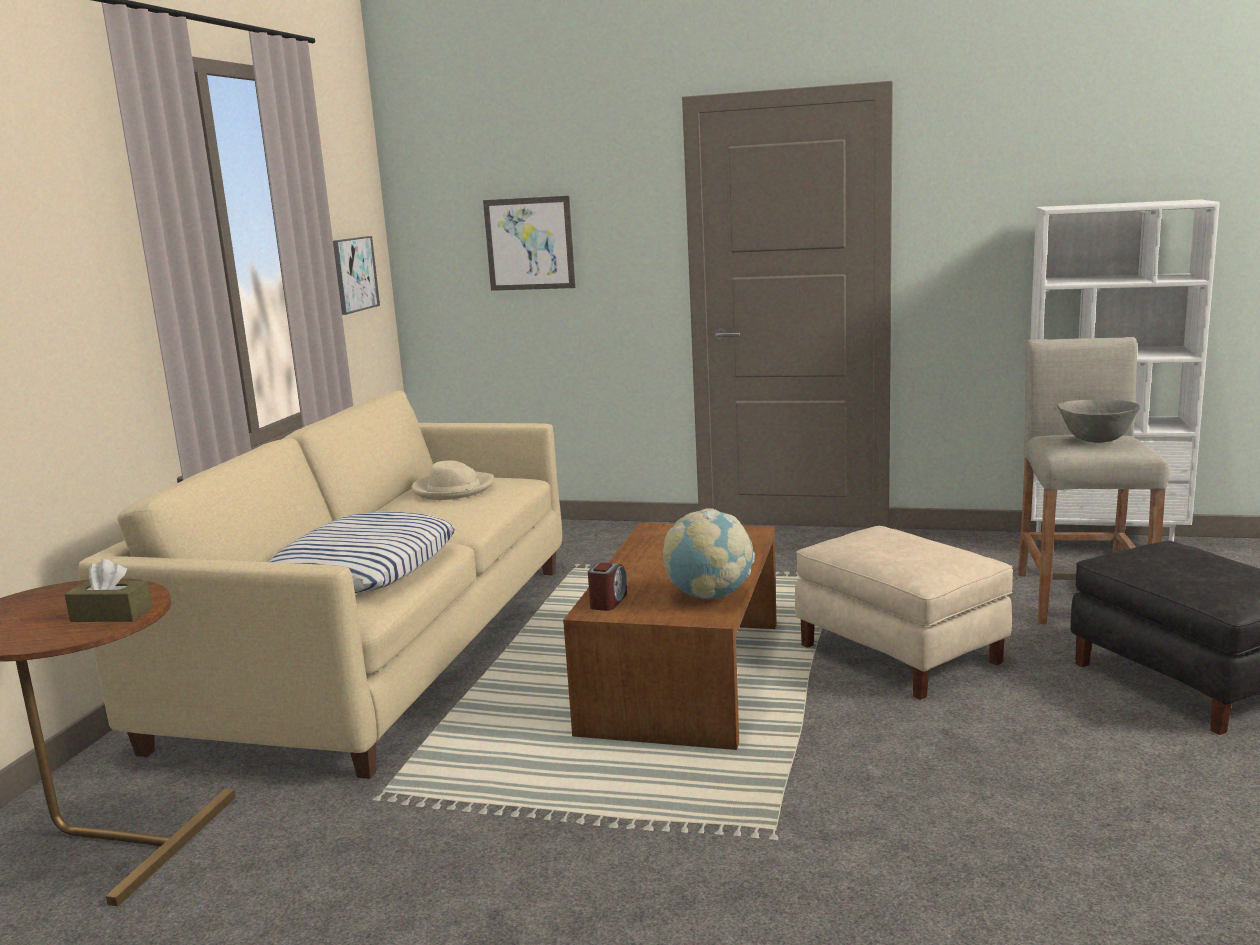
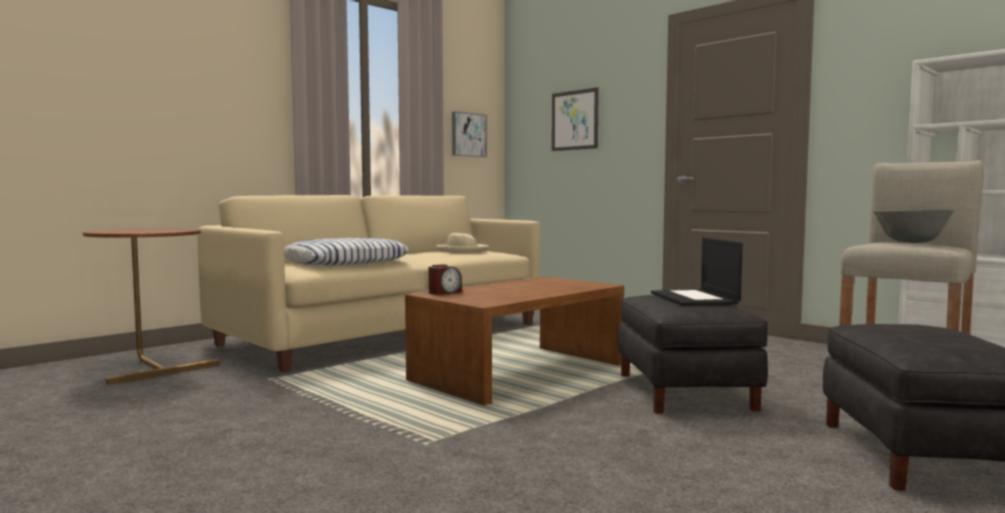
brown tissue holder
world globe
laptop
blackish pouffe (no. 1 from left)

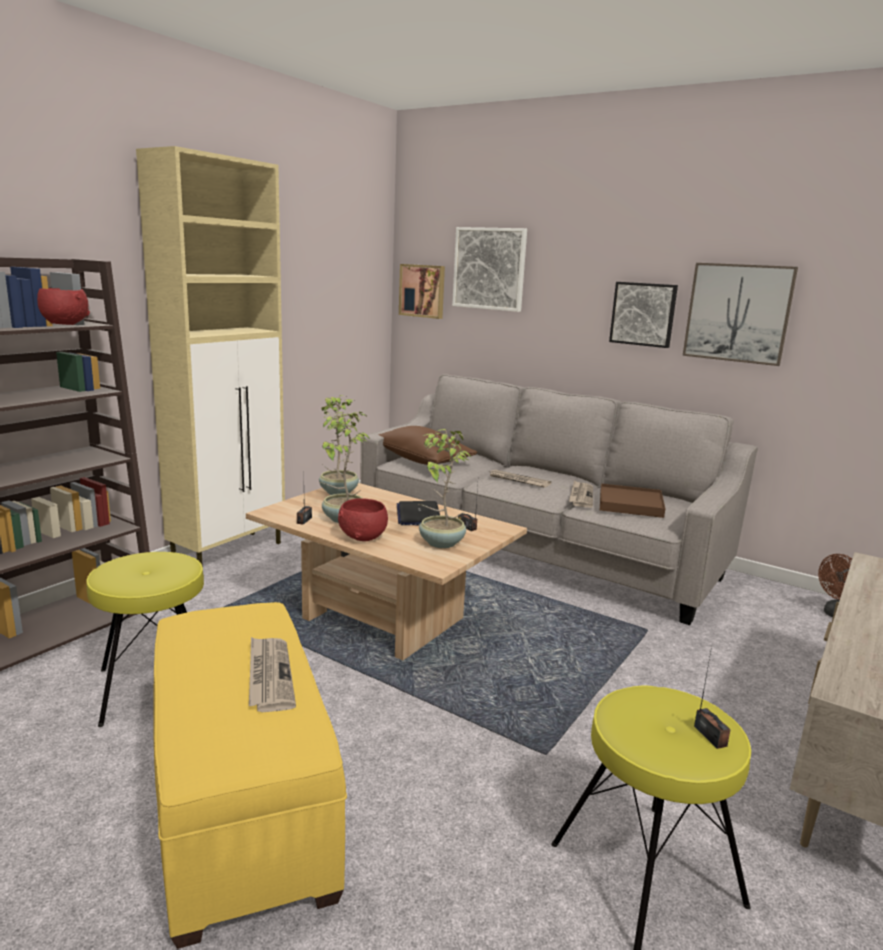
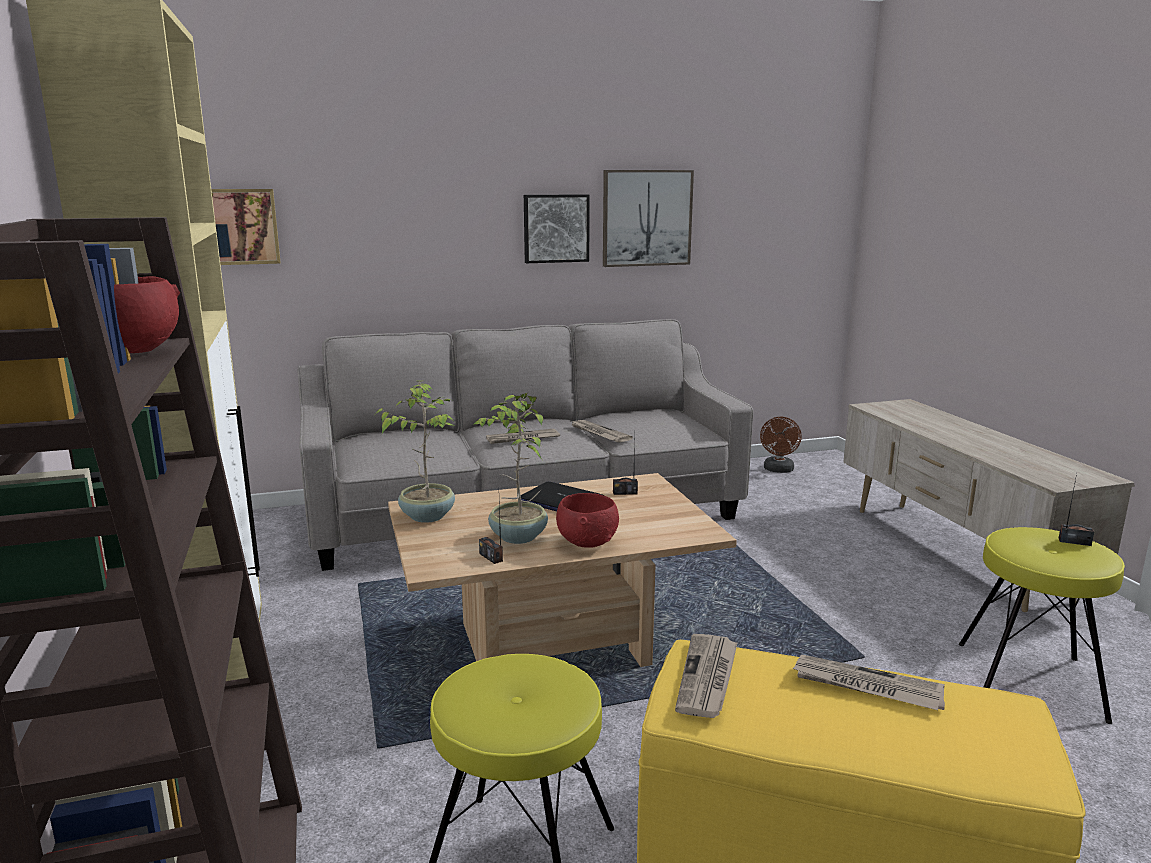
brown pillow
potted plant (no. 3 from left in the first image)
picture (no. 2 from left in the first image)
brown carrying tray
newspaper (no. 3 from left)

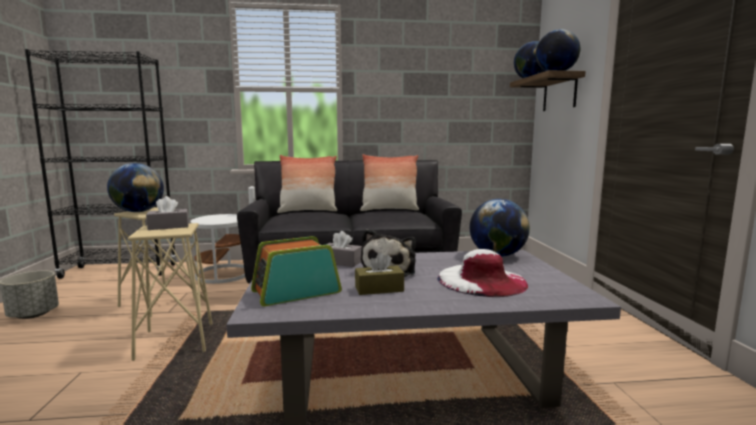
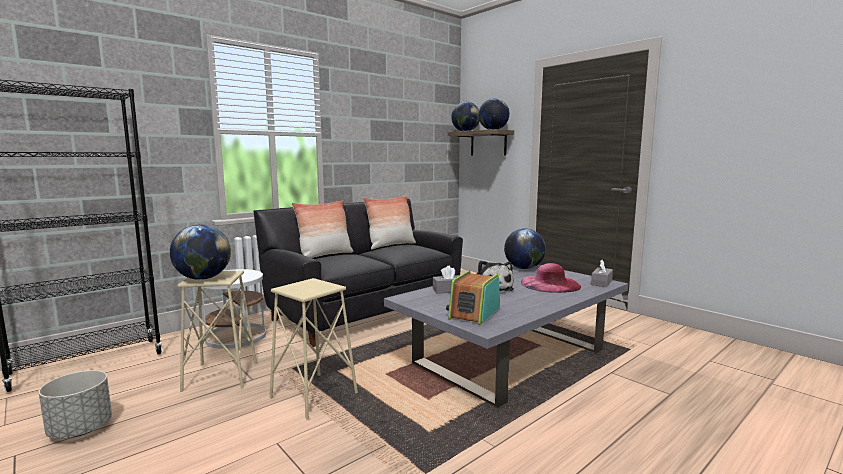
brown tissue holder
greyish tissue holder (no. 2 from left)
pinkish clothing hat

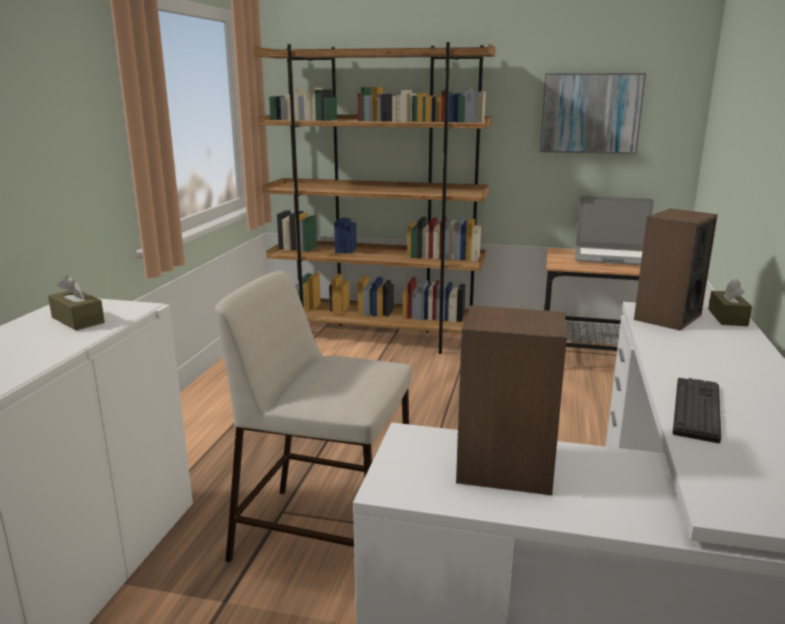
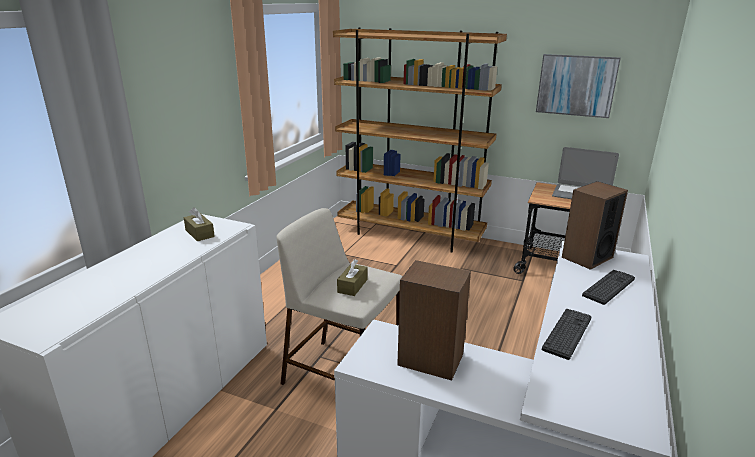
computer keyboard (no. 2 from left)
brown tissue holder (no. 2 from left)

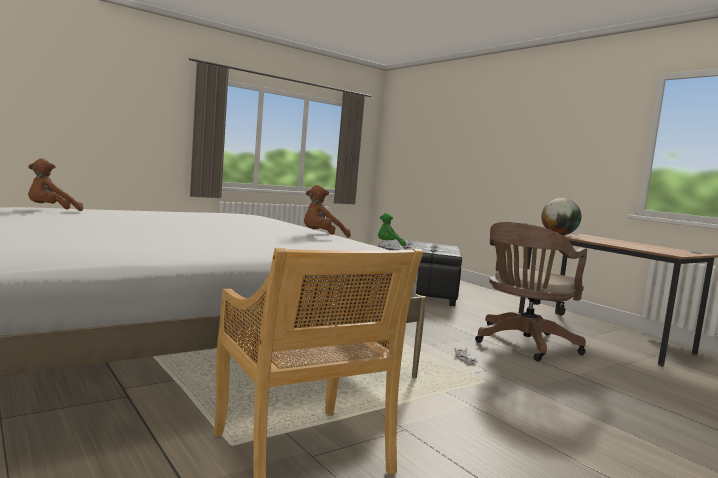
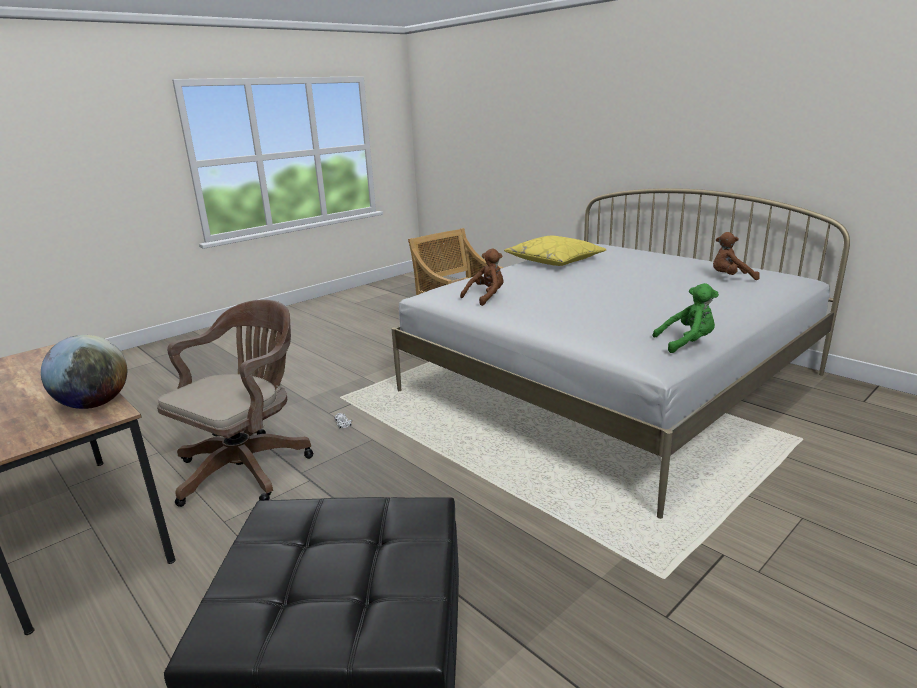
yellow-coloured pillow
greenish plush toy
brown plush toy (no. 2 from left)

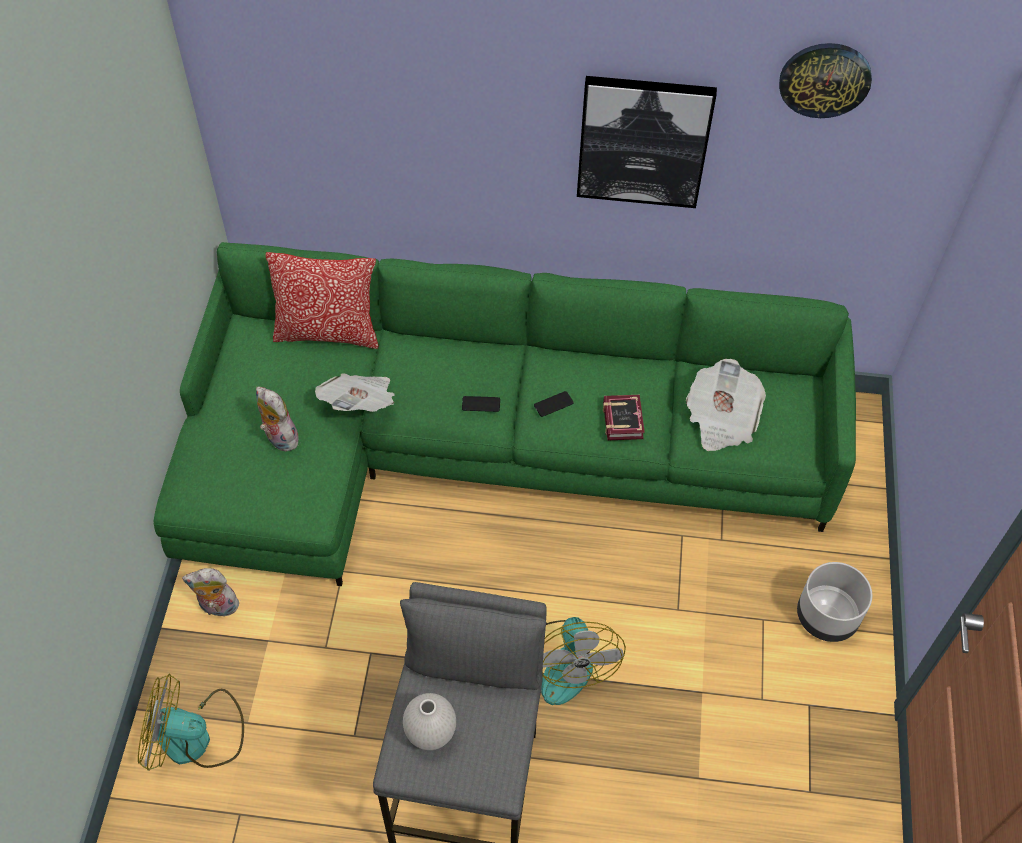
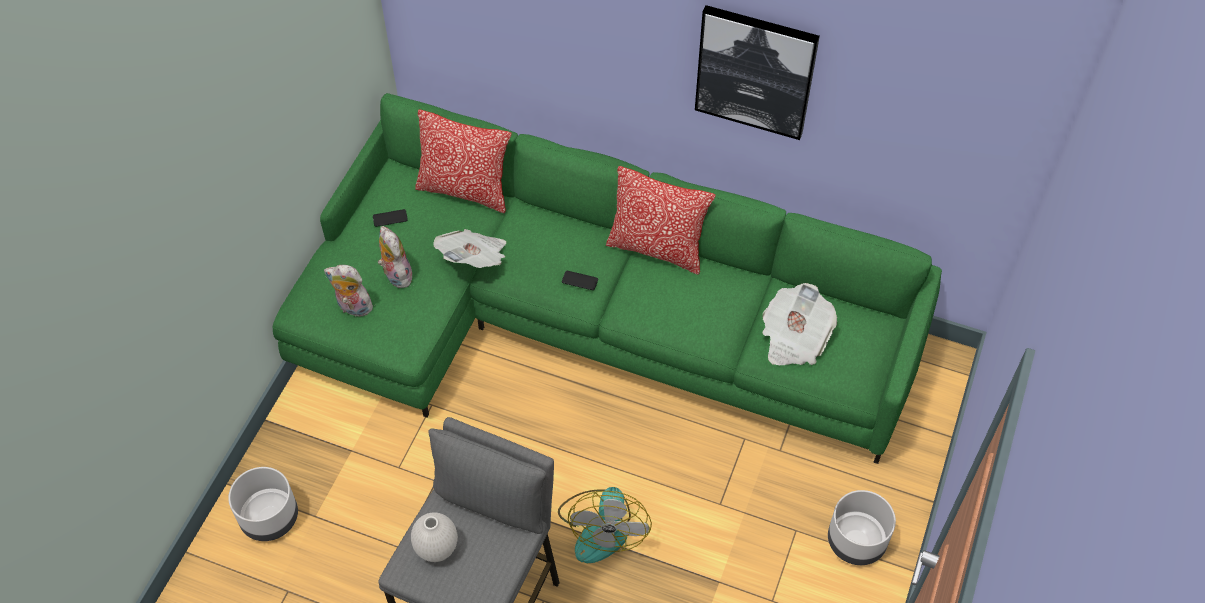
book
wall clock
pillow (no. 2 from left)
plush toy (no. 1 from left)
telephone (no. 1 from left)
greyish planter (no. 1 from left)

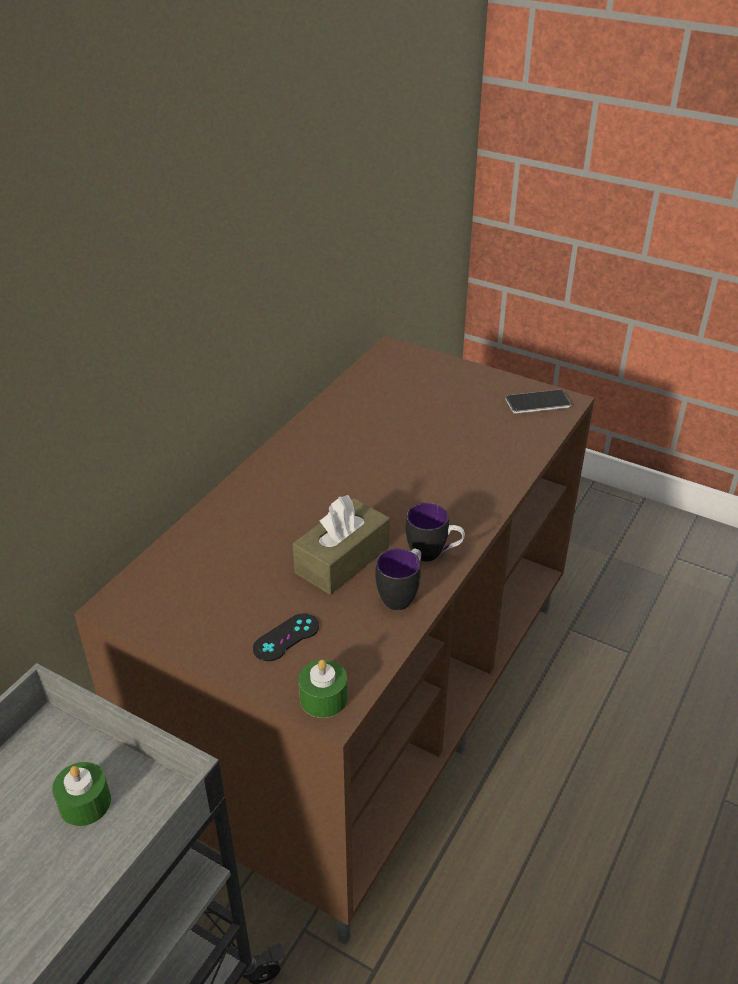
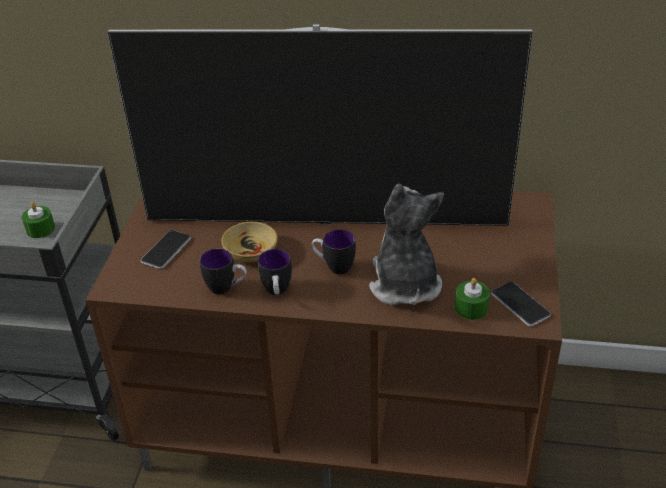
television
tea mug (no. 3 from left)
plush toy
greenish wax candle (no. 2 from left)
telephone (no. 1 from left)
beige serving bowl

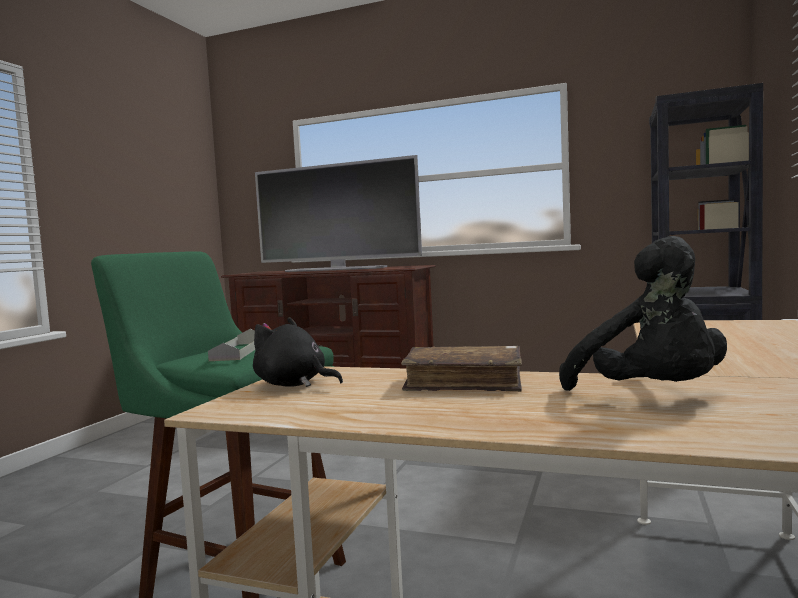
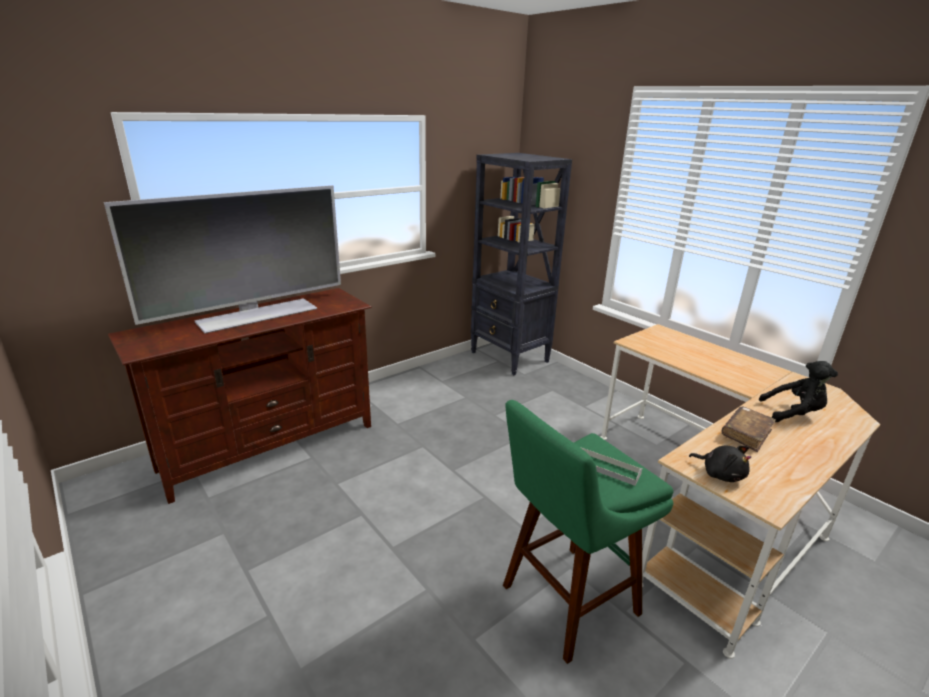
blackish plush toy (no. 1 from left)

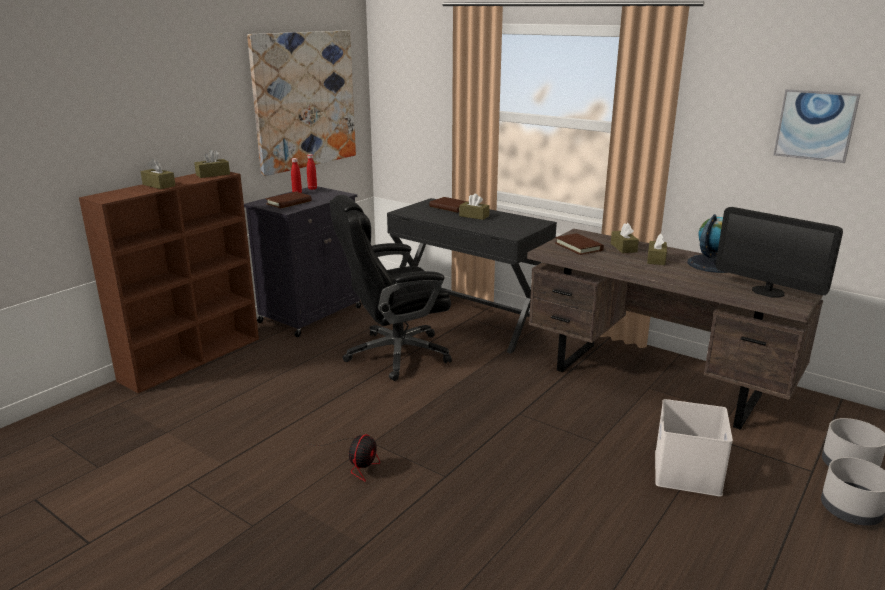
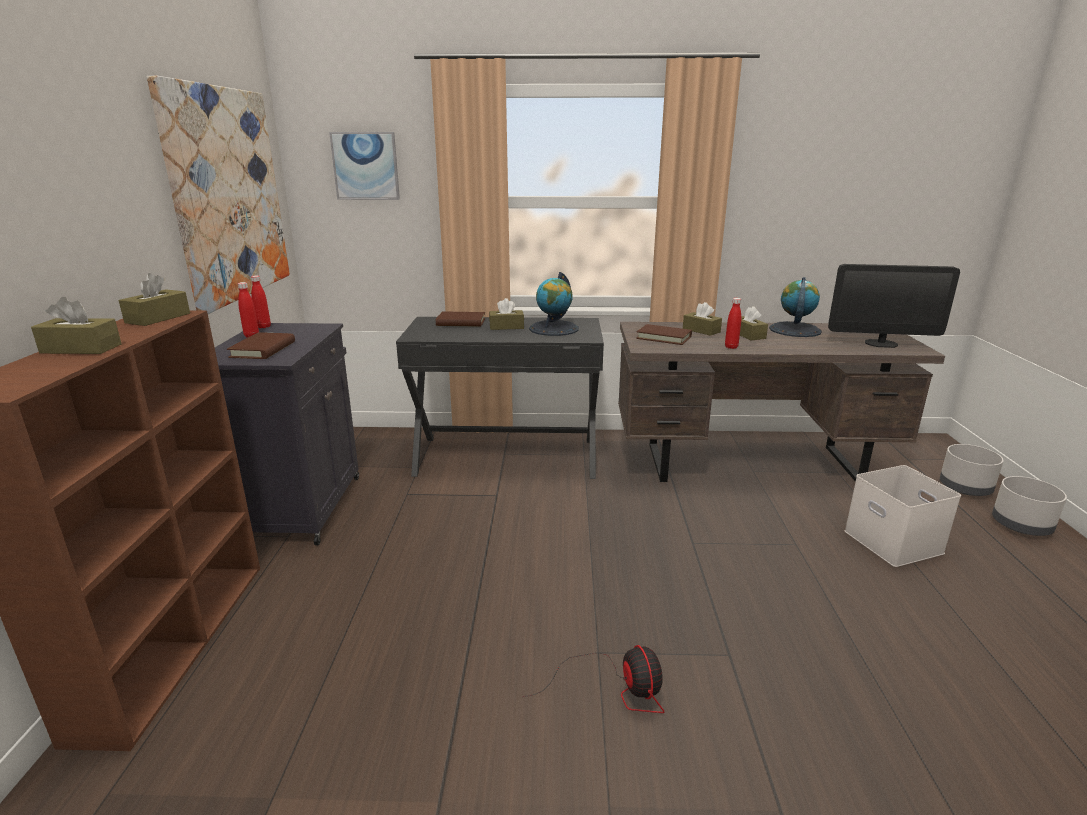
blackish computer chair
world globe (no. 1 from left)
reddish beverage bottle (no. 3 from left)
picture (no. 2 from left)

